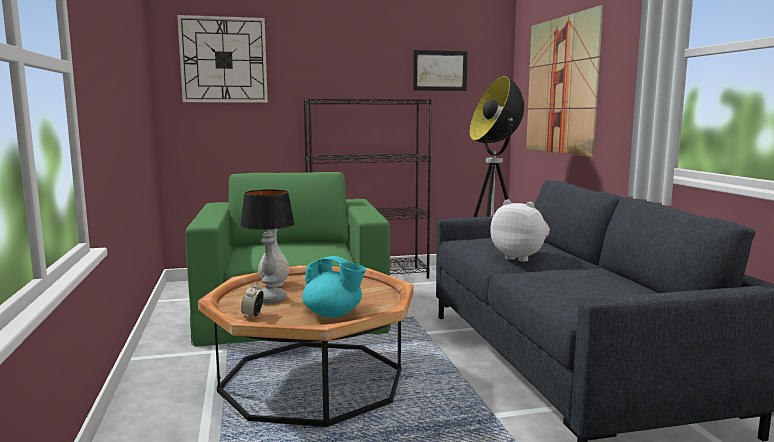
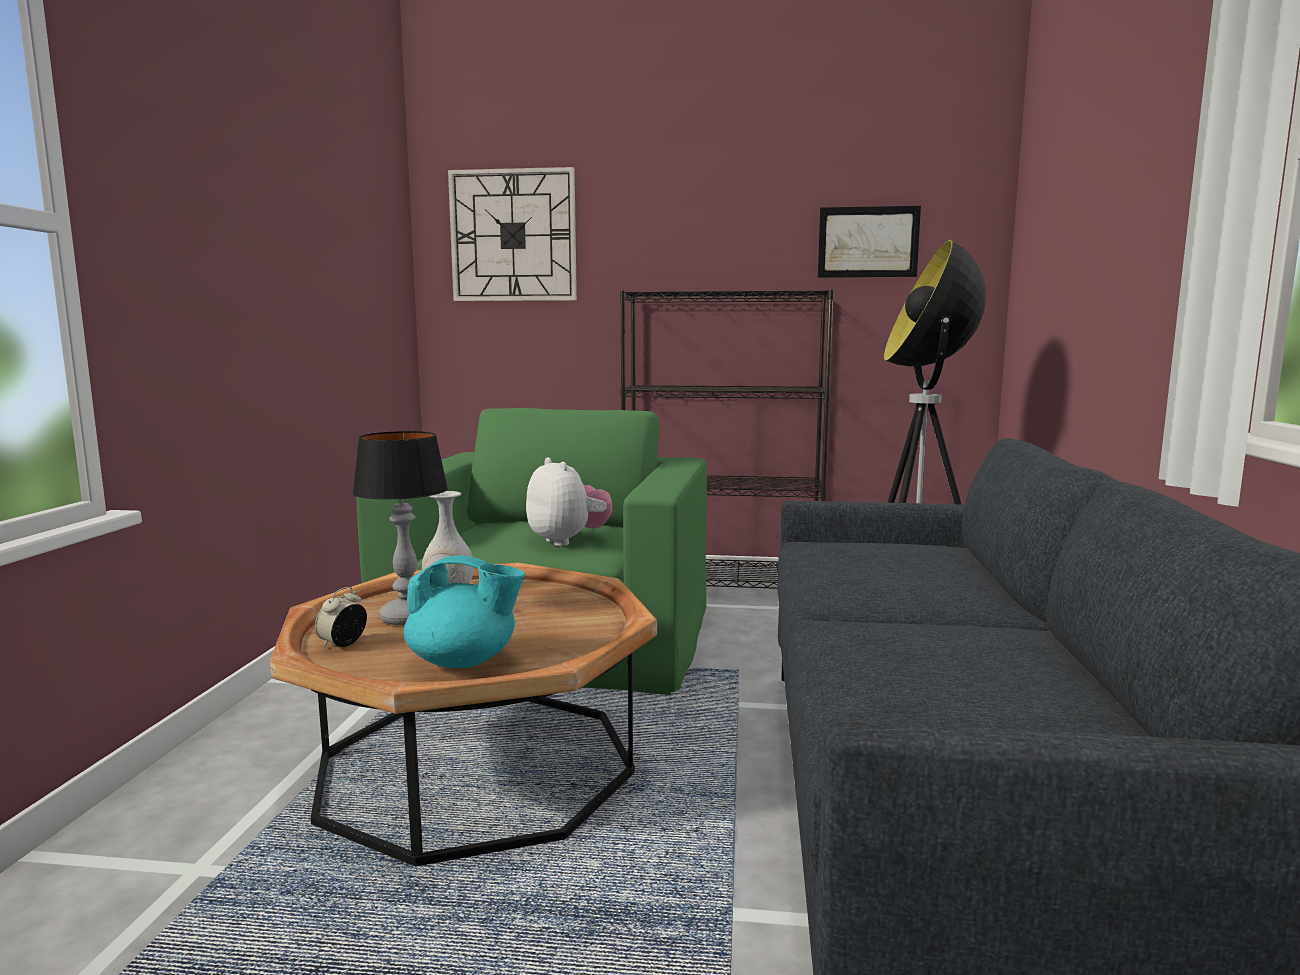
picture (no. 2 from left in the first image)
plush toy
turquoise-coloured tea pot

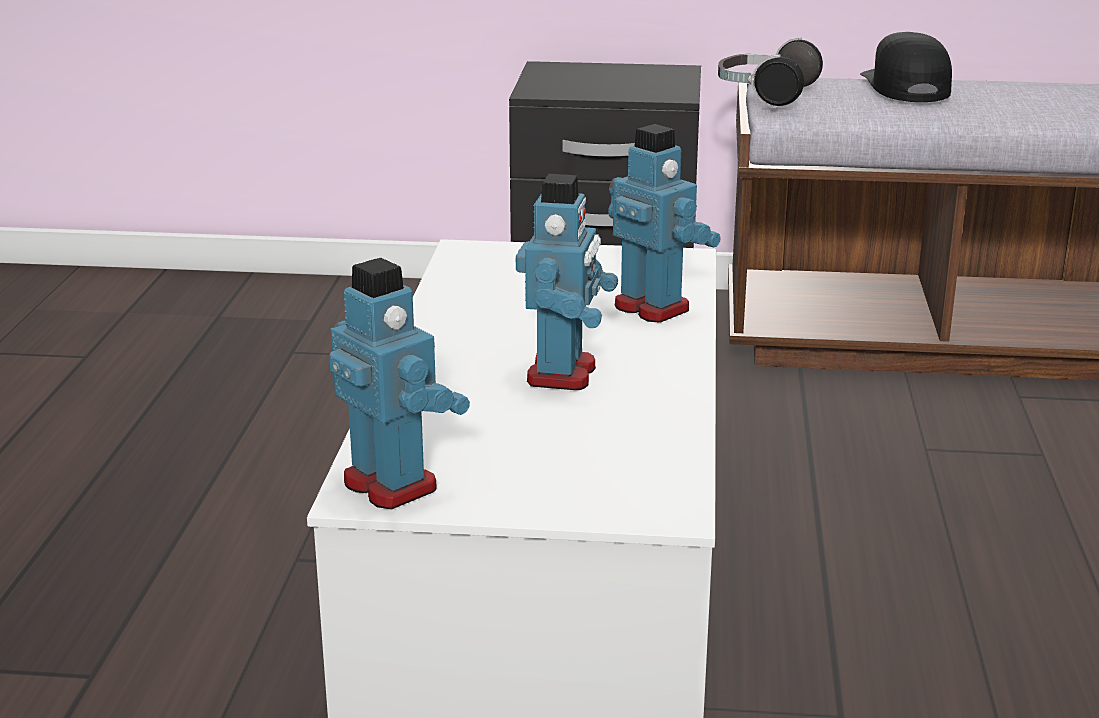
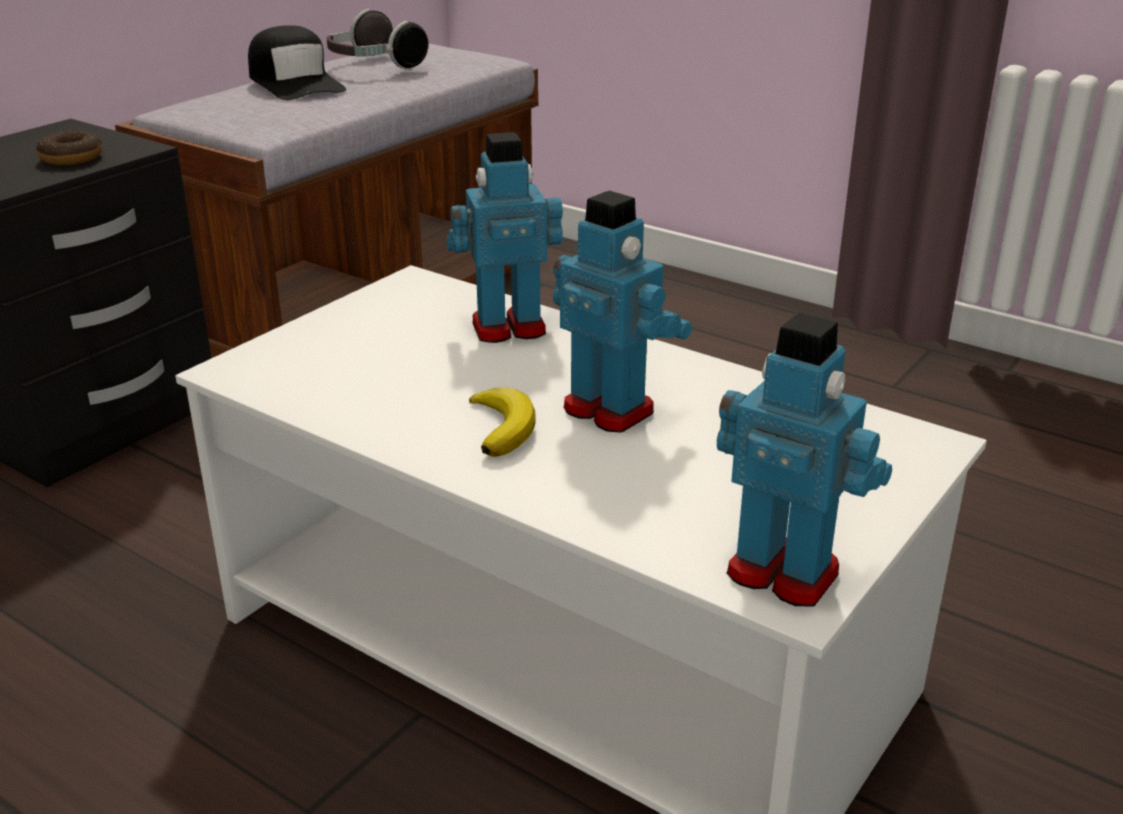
doughnut
banana
headphones
robot figure (no. 3 from left)
blackish peaked cap

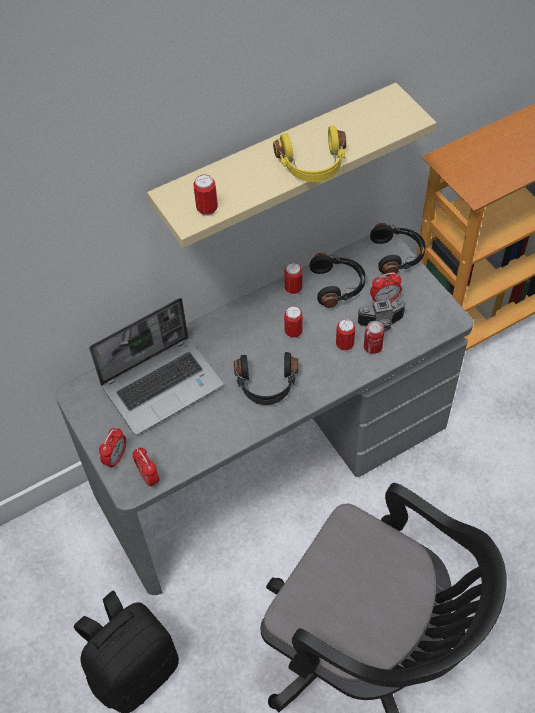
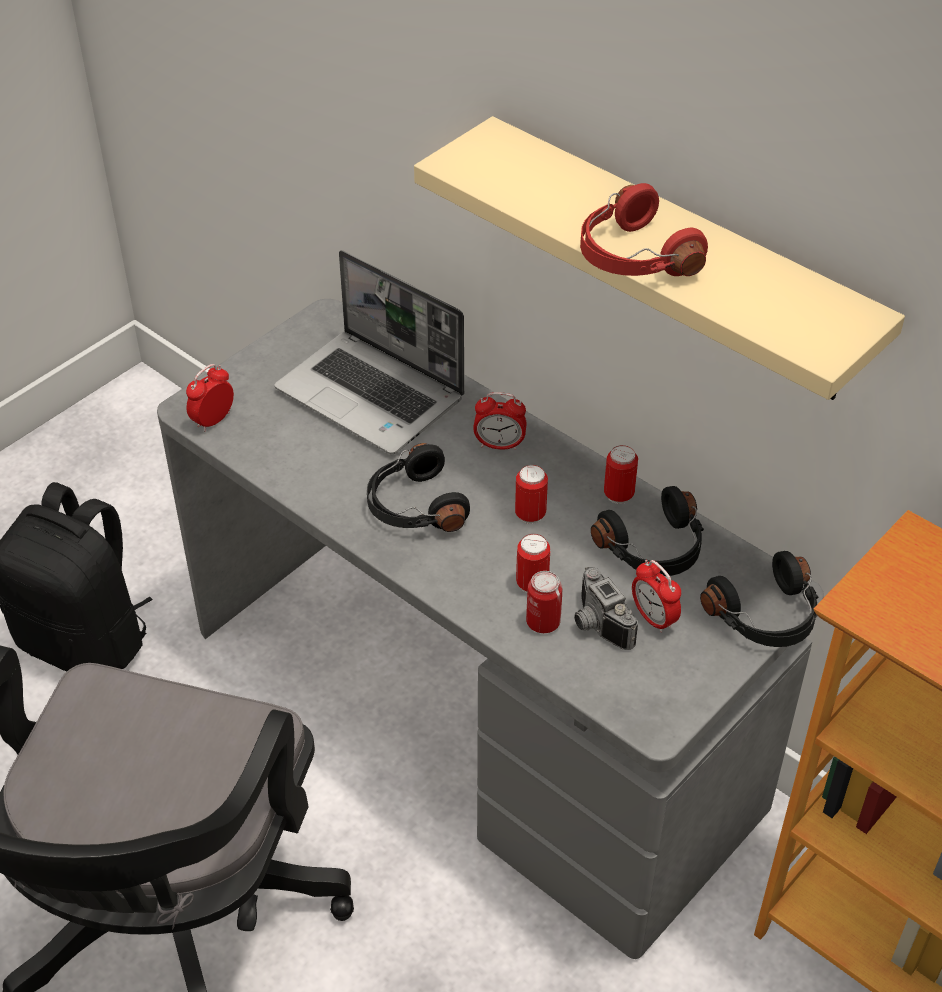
sealed can (no. 1 from left in the first image)
bedside clock (no. 2 from left)
reddish headphones

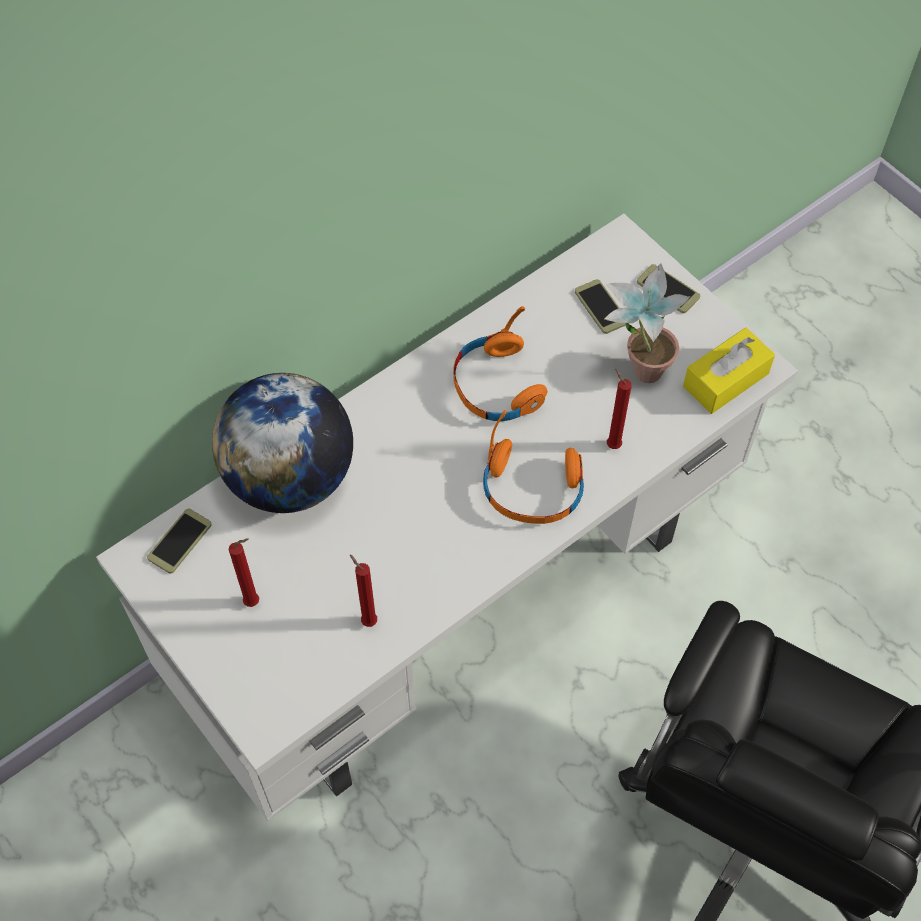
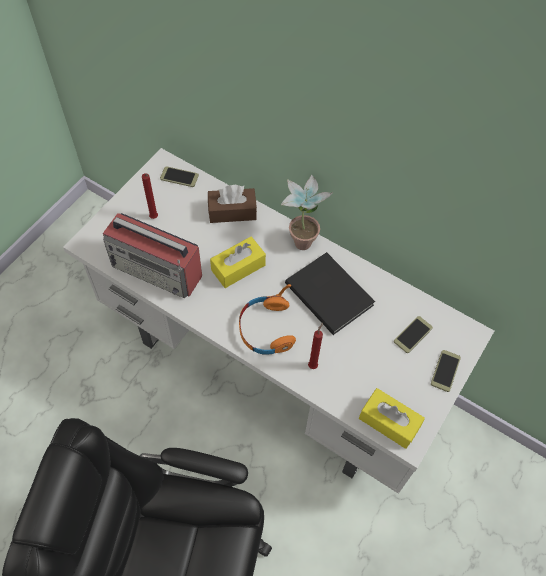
yellow-coloured tissue holder (no. 1 from left)
potted plant
brown tissue holder
radio receiver
blackish book

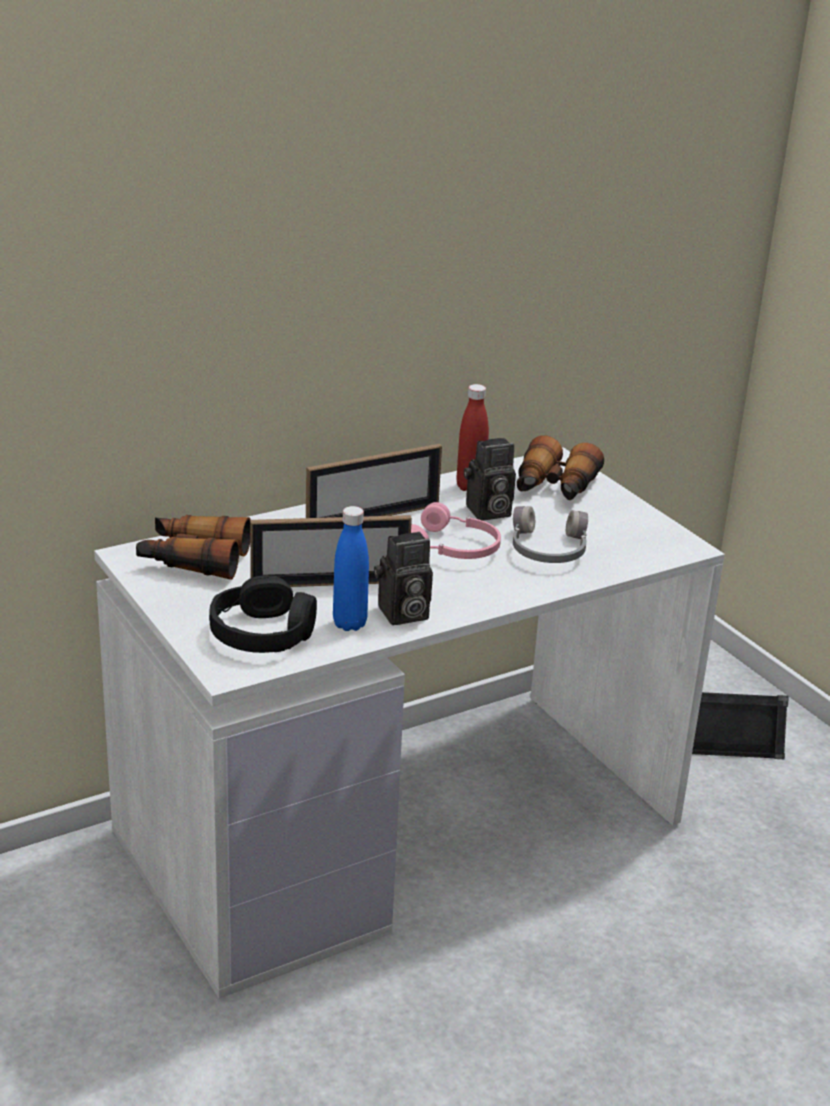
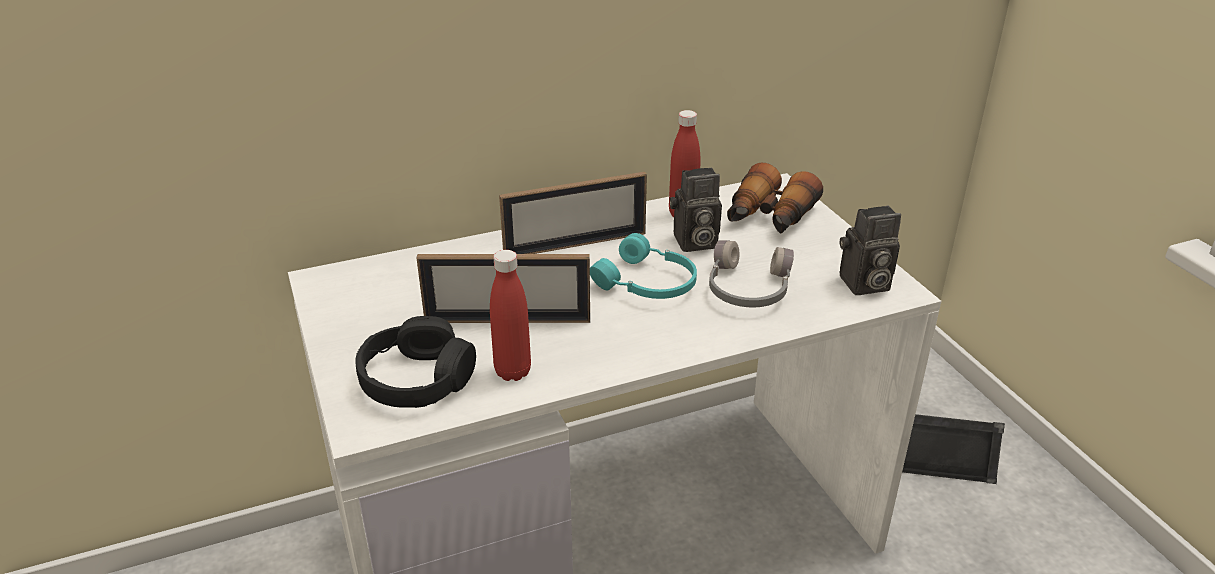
pair of binoculars (no. 1 from left in the first image)
photo camera (no. 2 from left)
reddish beverage bottle (no. 1 from left)
turquoise-coloured headphones

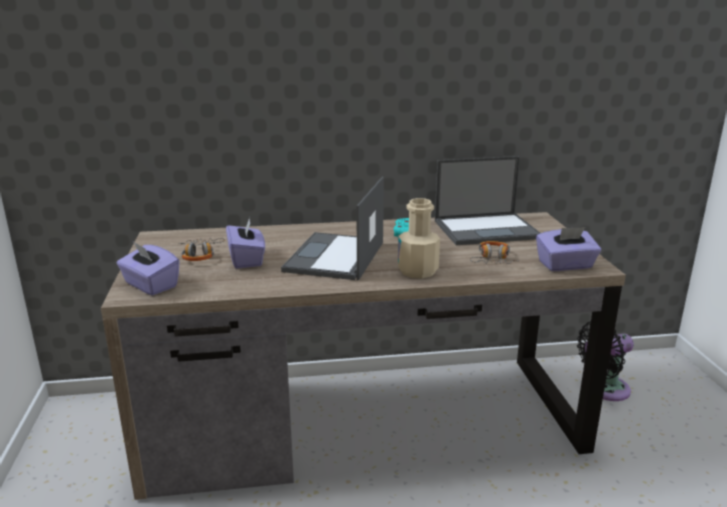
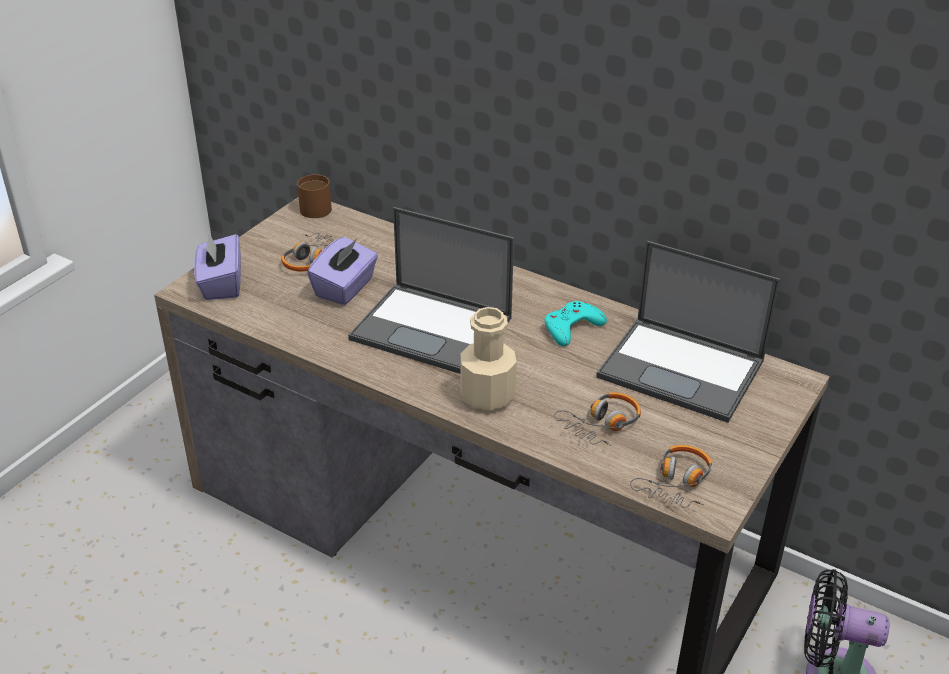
brown tea mug
headphones (no. 3 from left)
laptop (no. 1 from left)

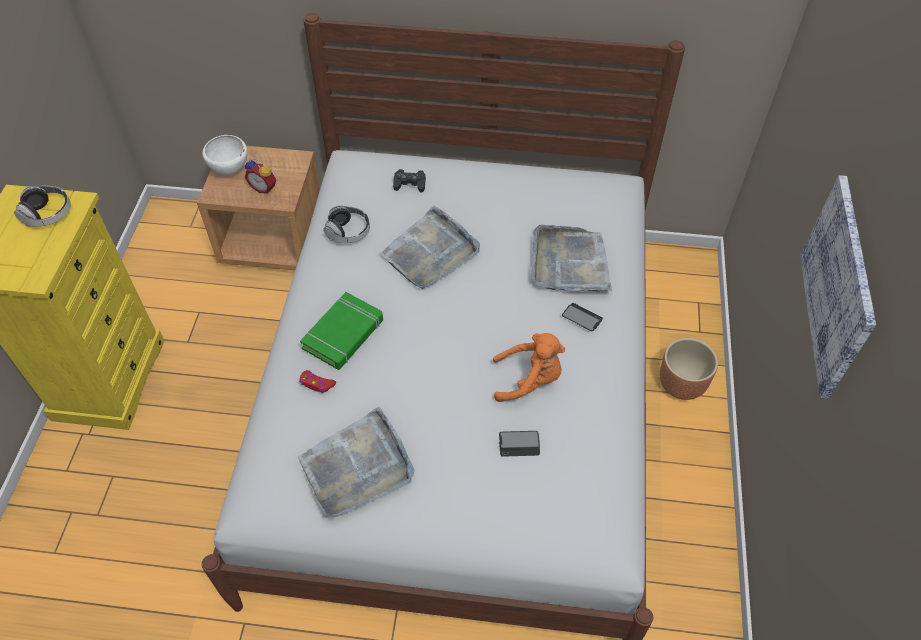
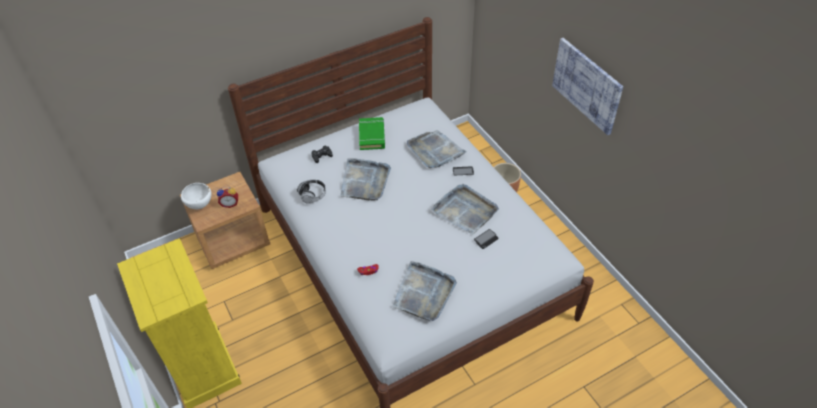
headphones (no. 1 from left in the first image)
greenish book
greyish carrying tray (no. 4 from left)

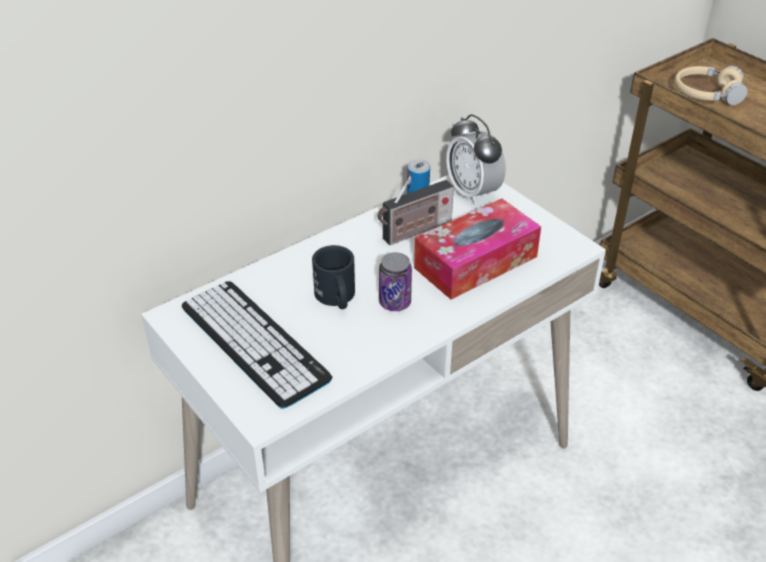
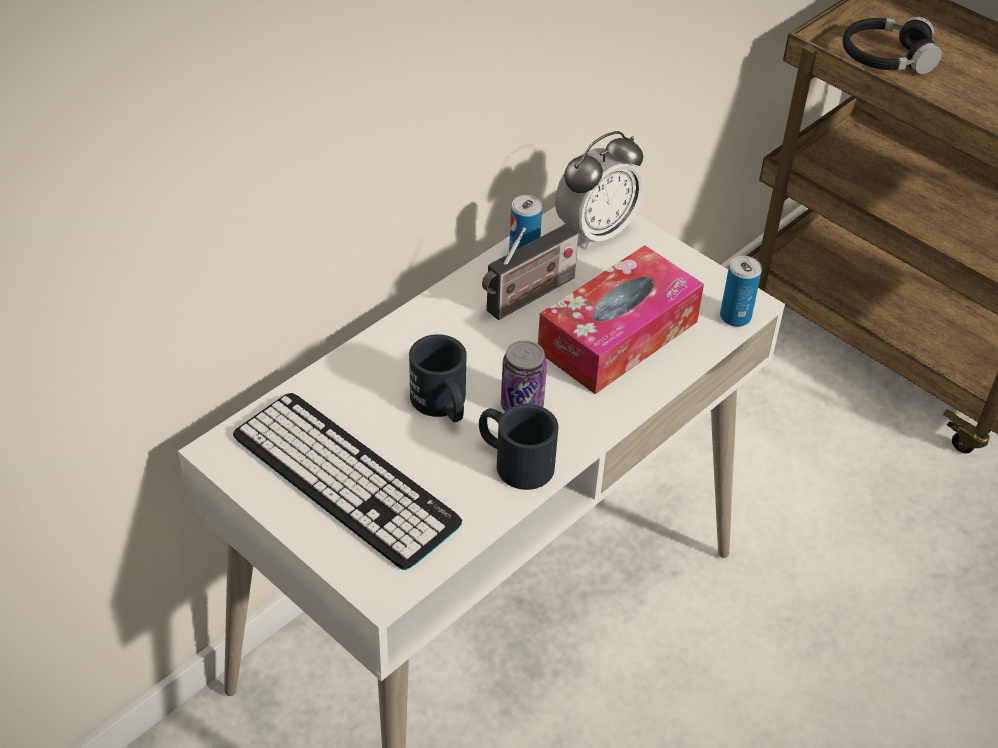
blackish tea mug (no. 2 from left)
sealed can (no. 3 from left)
blackish headphones
bedside clock

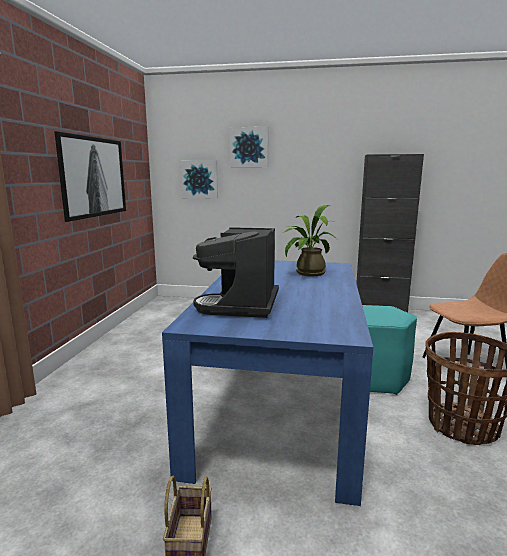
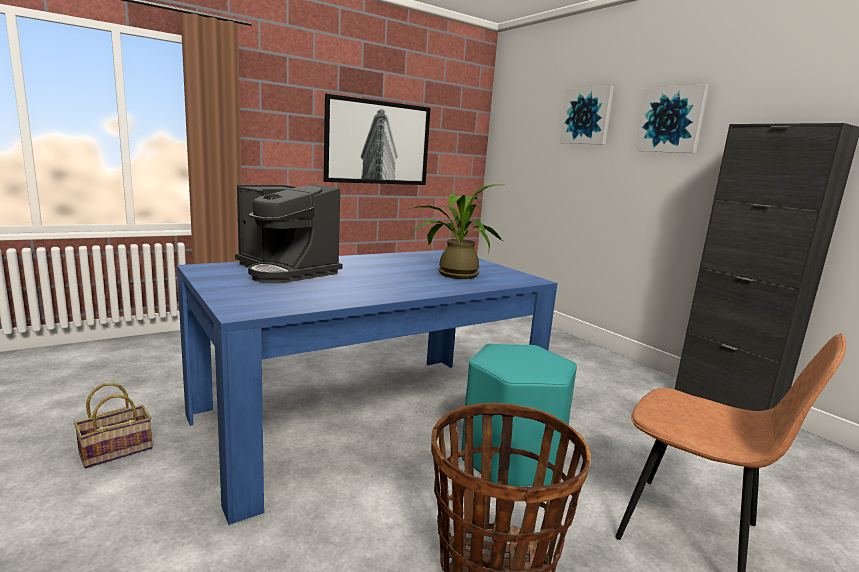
picture (no. 3 from left)
coffee maker

